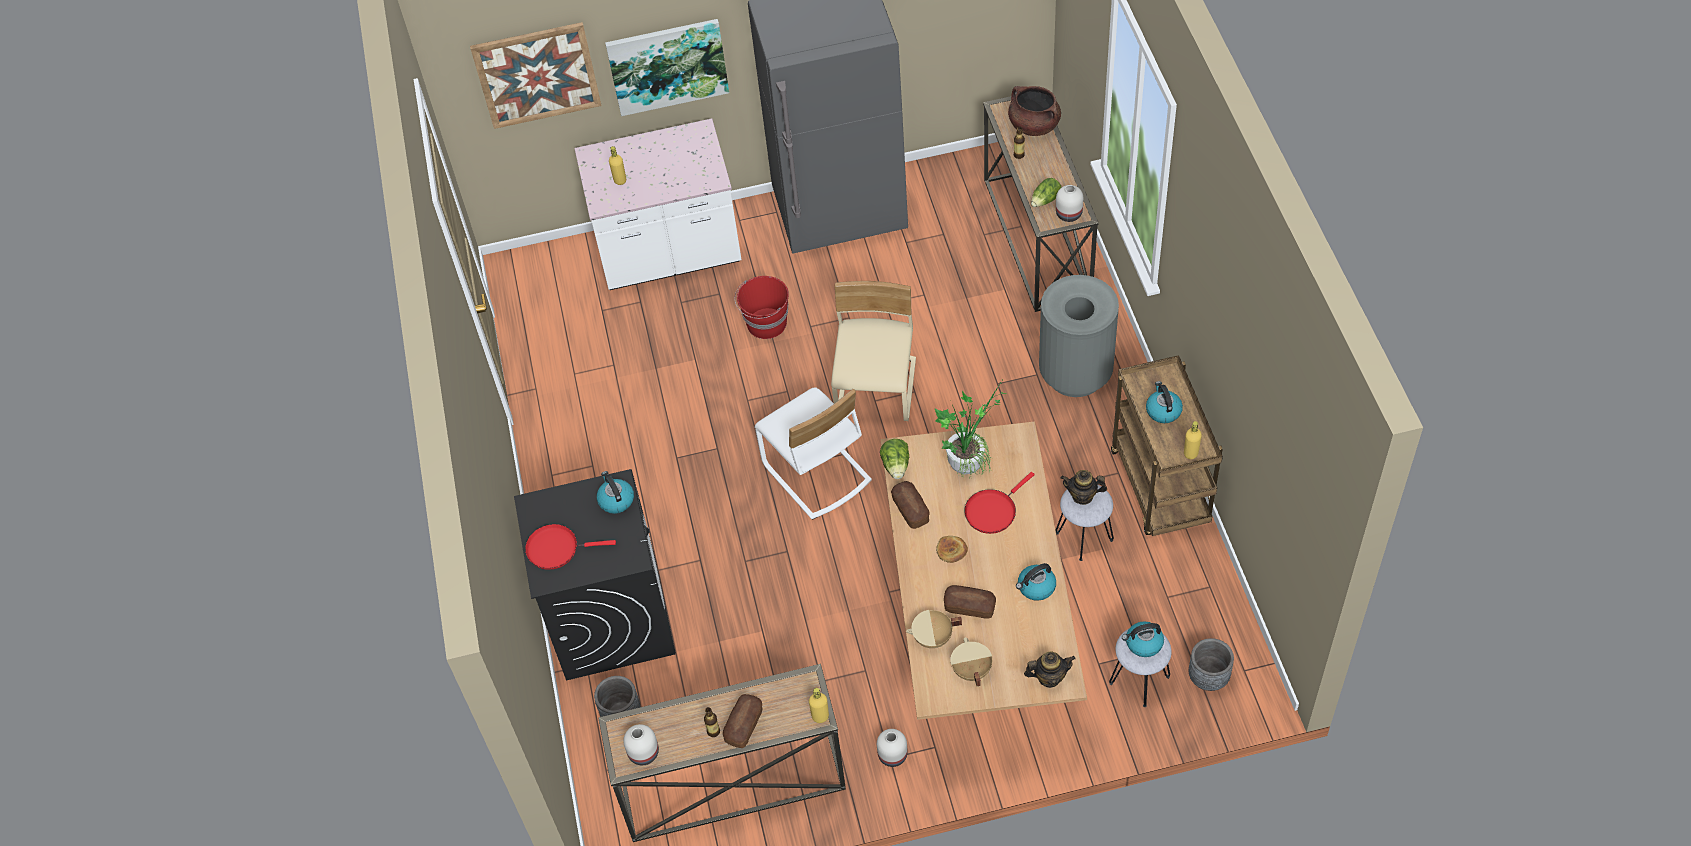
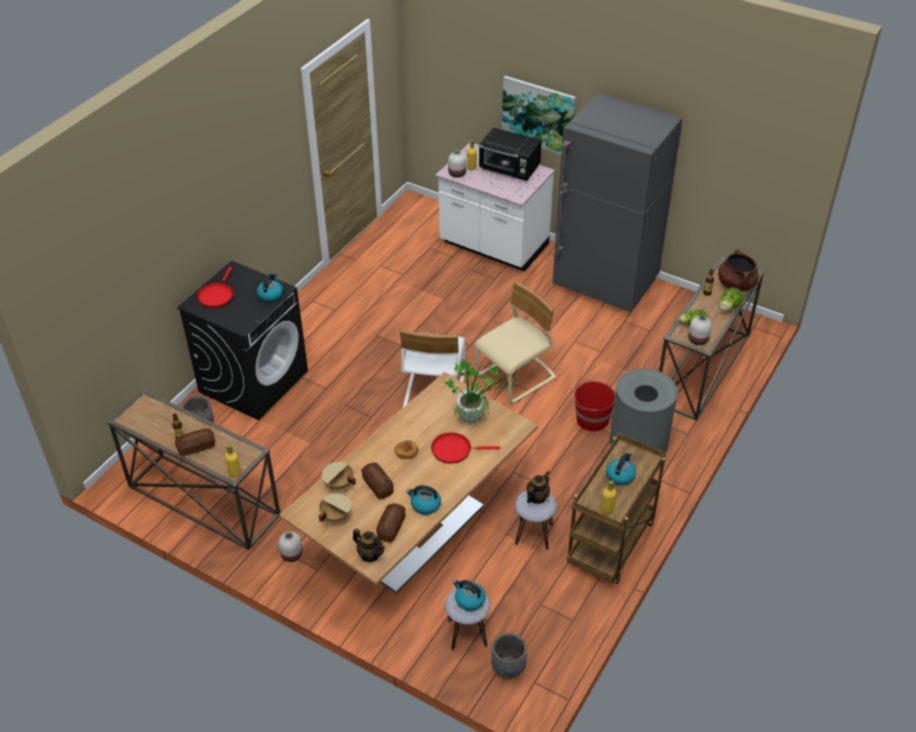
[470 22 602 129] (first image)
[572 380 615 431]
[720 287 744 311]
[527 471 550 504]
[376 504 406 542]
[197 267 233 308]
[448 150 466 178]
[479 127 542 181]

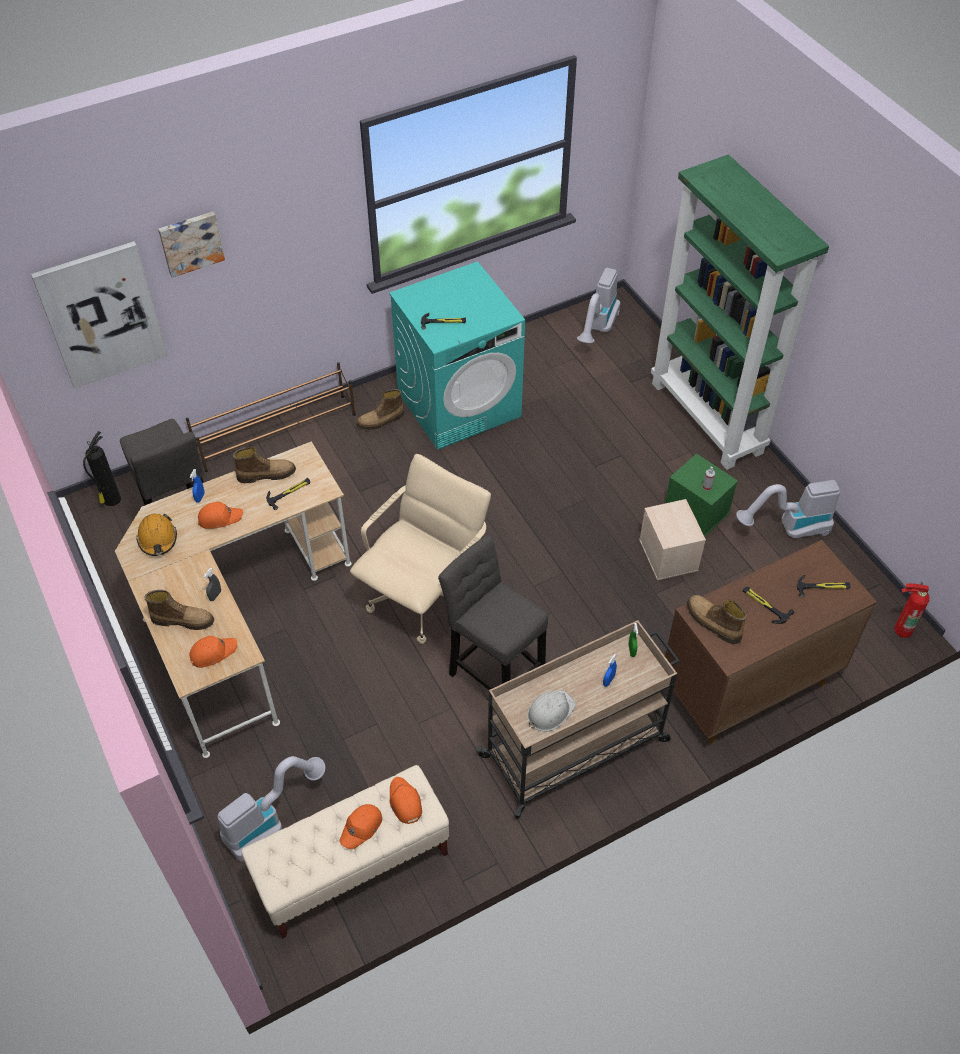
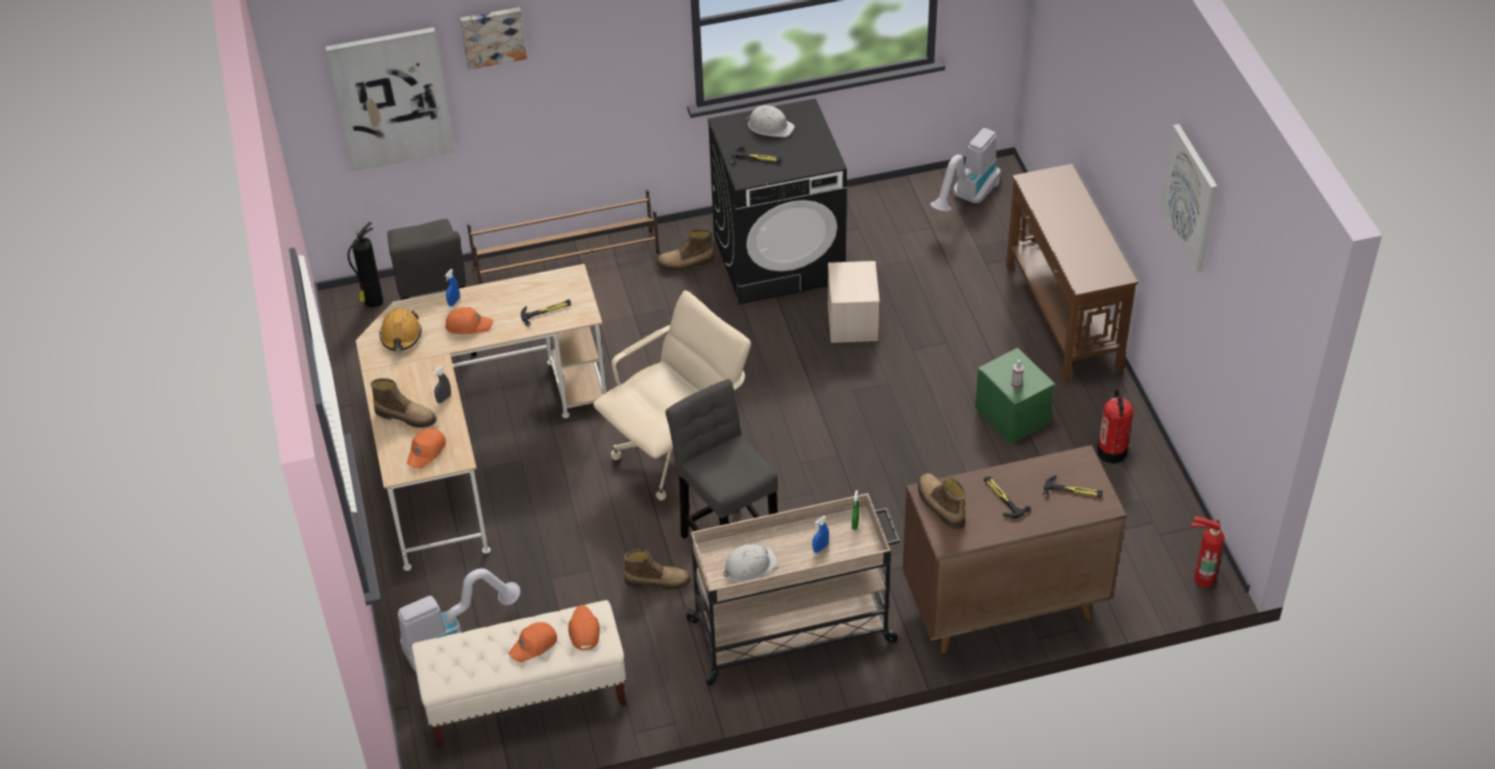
[1006 164 1138 383]
[707 98 847 304]
[624 549 691 590]
[1097 388 1133 464]
[828 261 880 343]
[407 428 446 469]
[746 105 795 137]
[1160 124 1218 272]

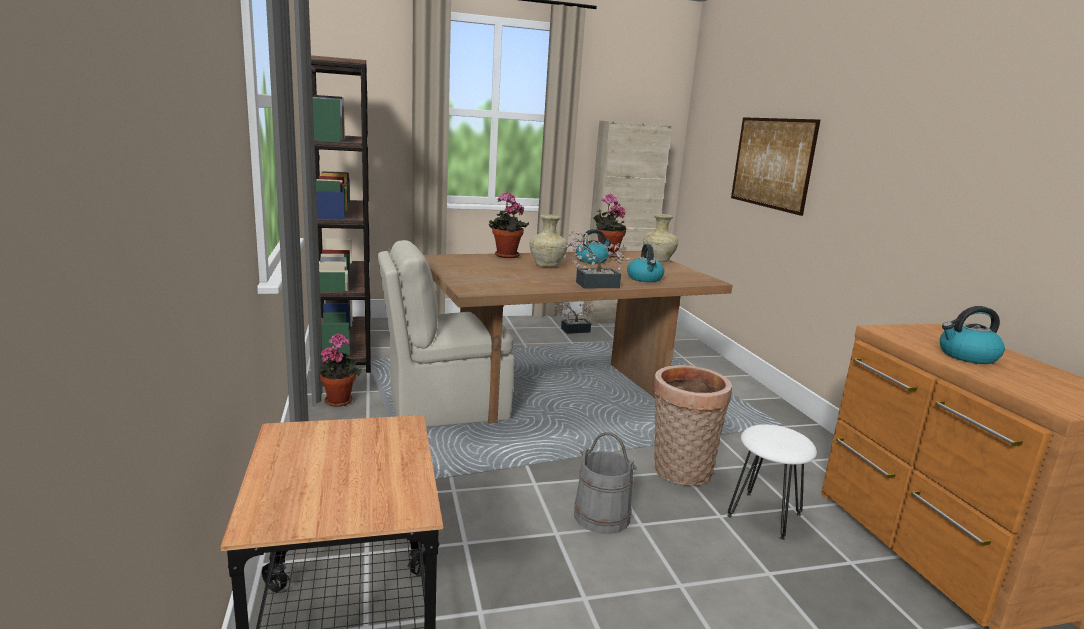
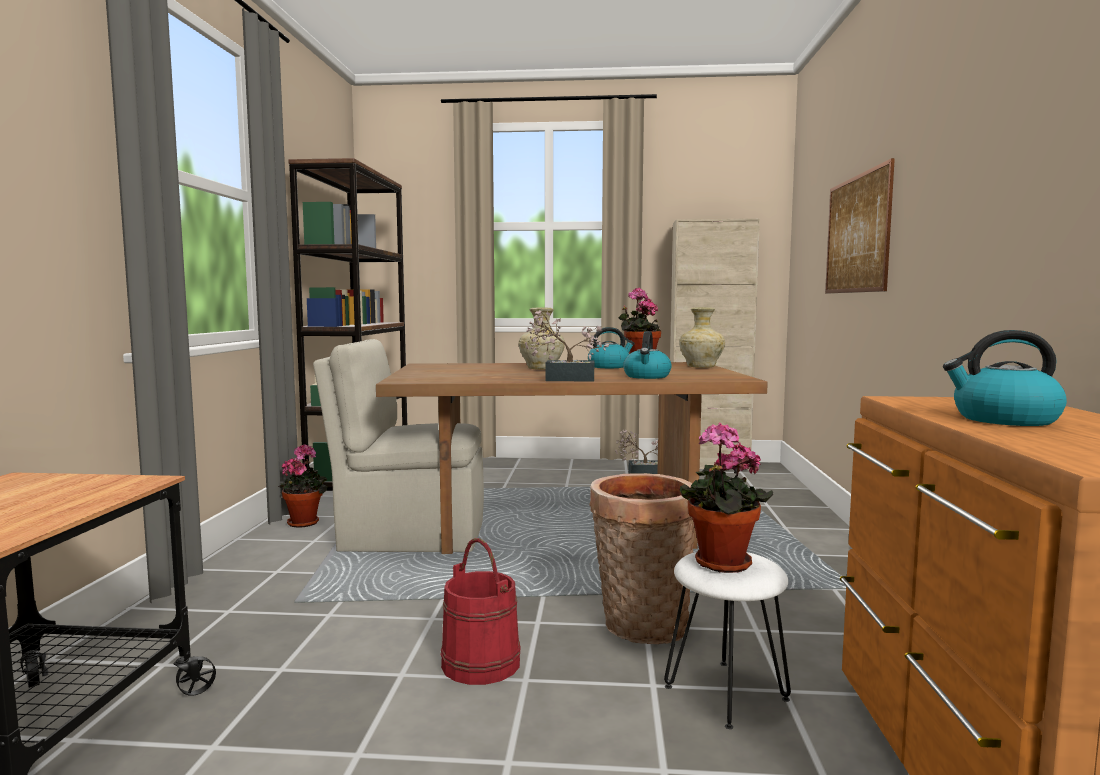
[680 422 773 573]
[440 538 520 685]

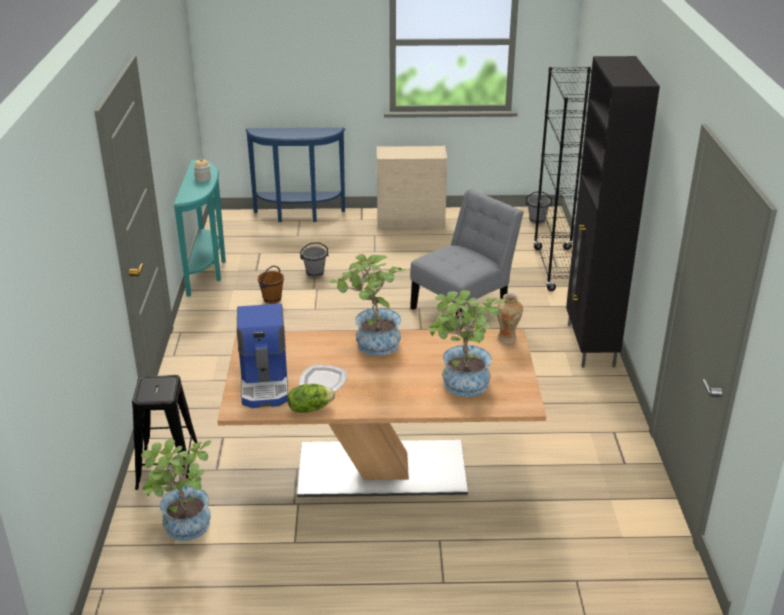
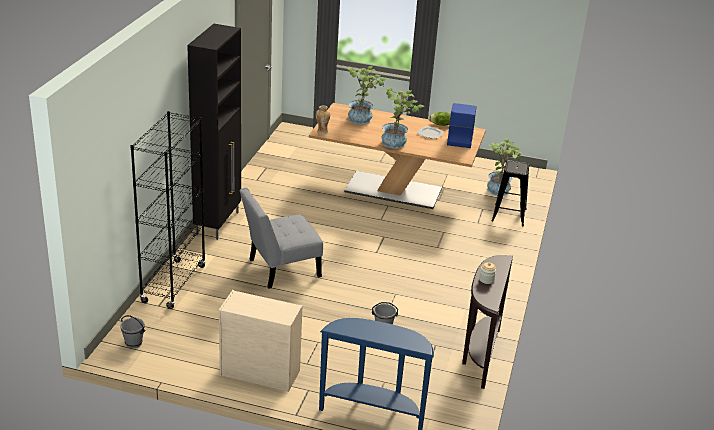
[462 255 513 389]
[258 266 284 304] (first image)

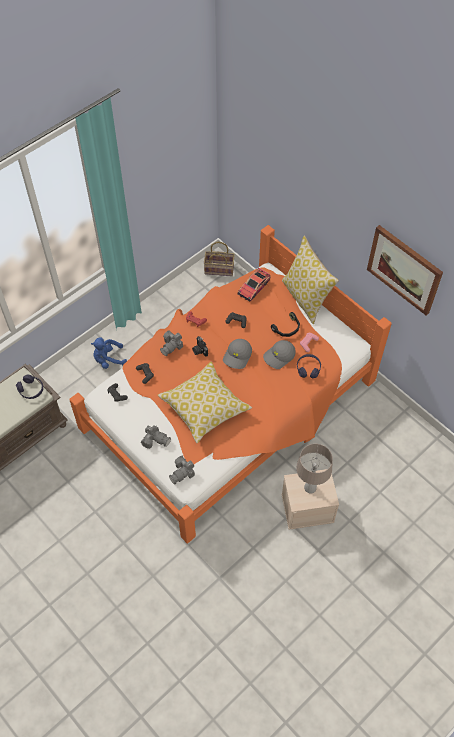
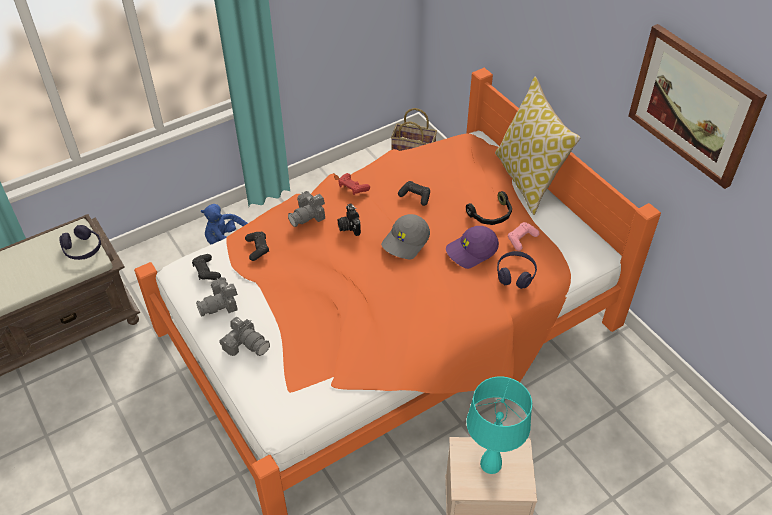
[237 268 270 302] (first image)
[446 226 499 269]
[157 362 252 444] (first image)
[466 376 532 474]
[196 277 238 317]

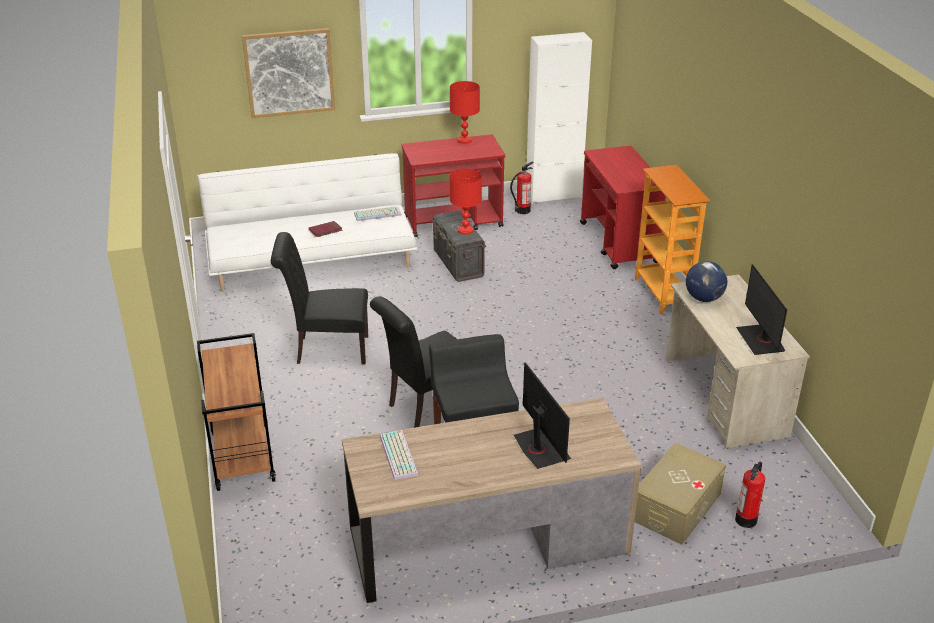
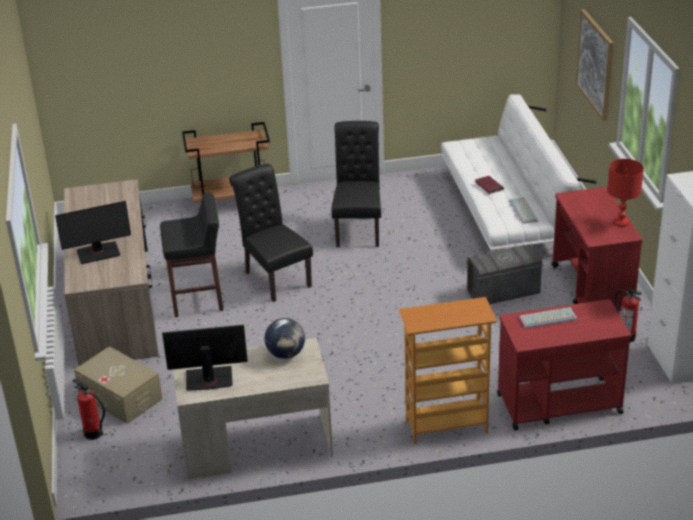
[450 169 482 235] (first image)
[519 307 577 329]

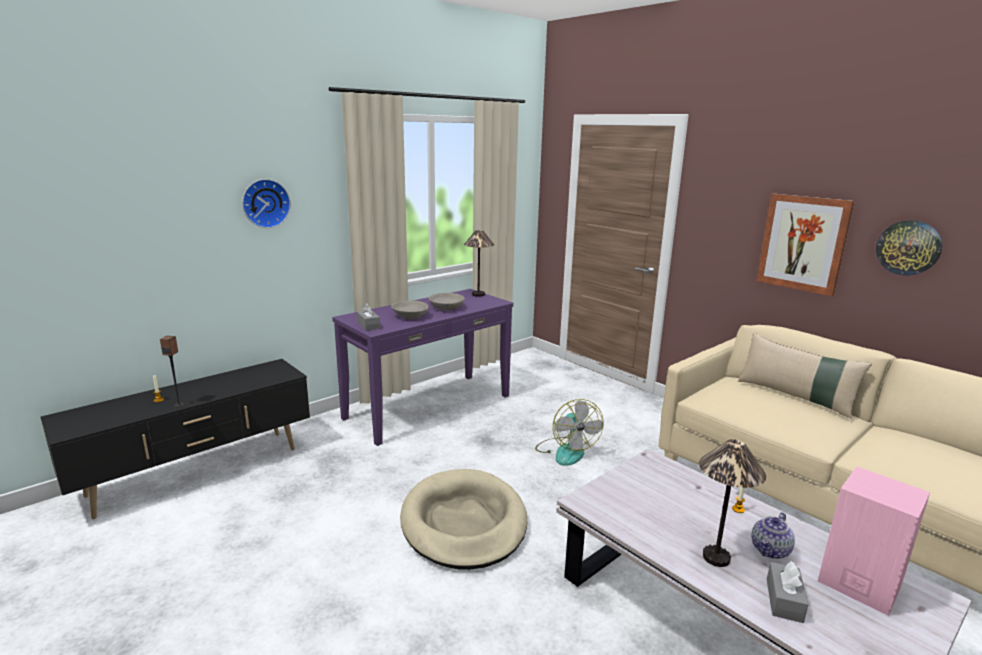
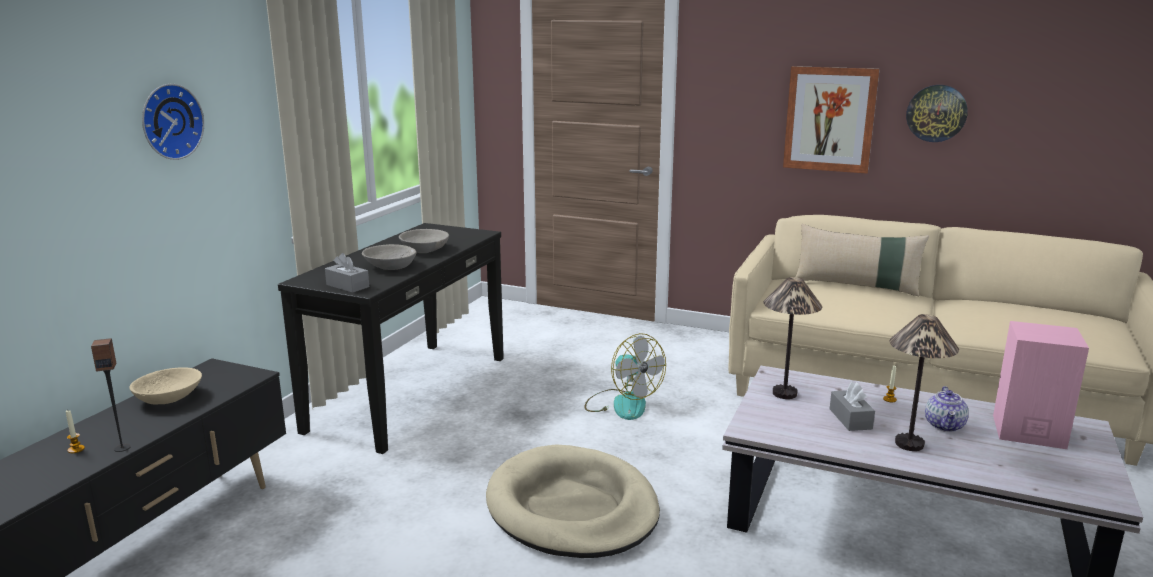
[763 277 822 399]
[278 223 504 454]
[830 382 875 431]
[129 367 202 404]

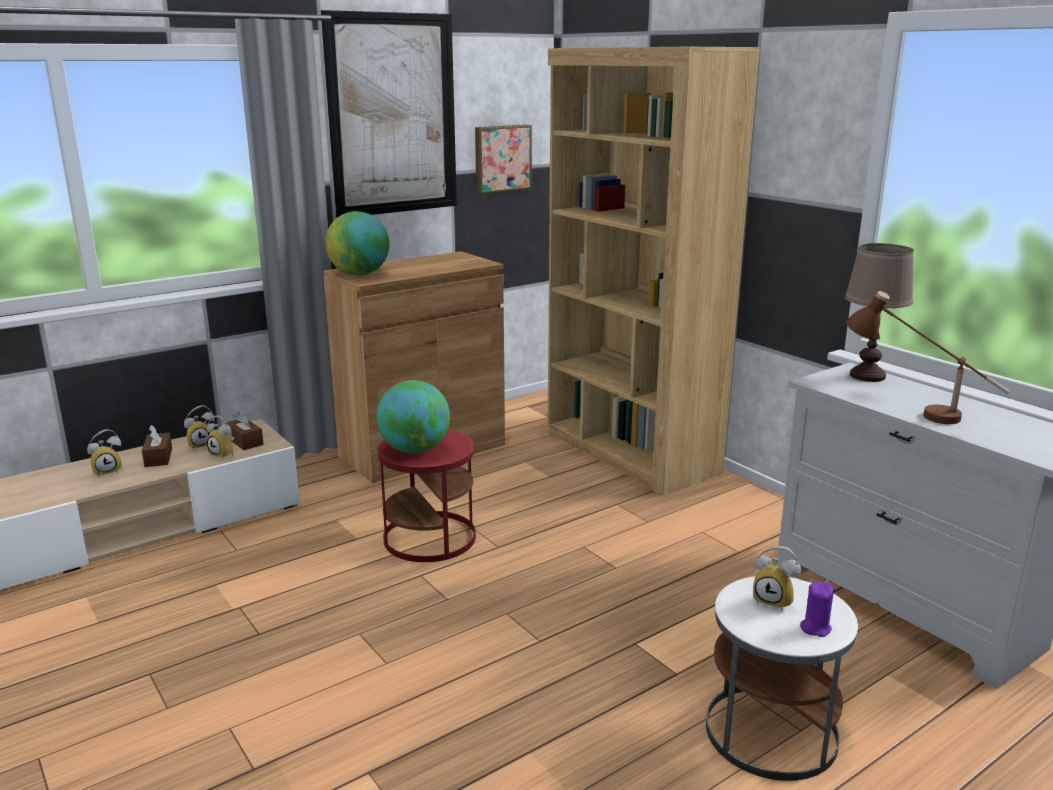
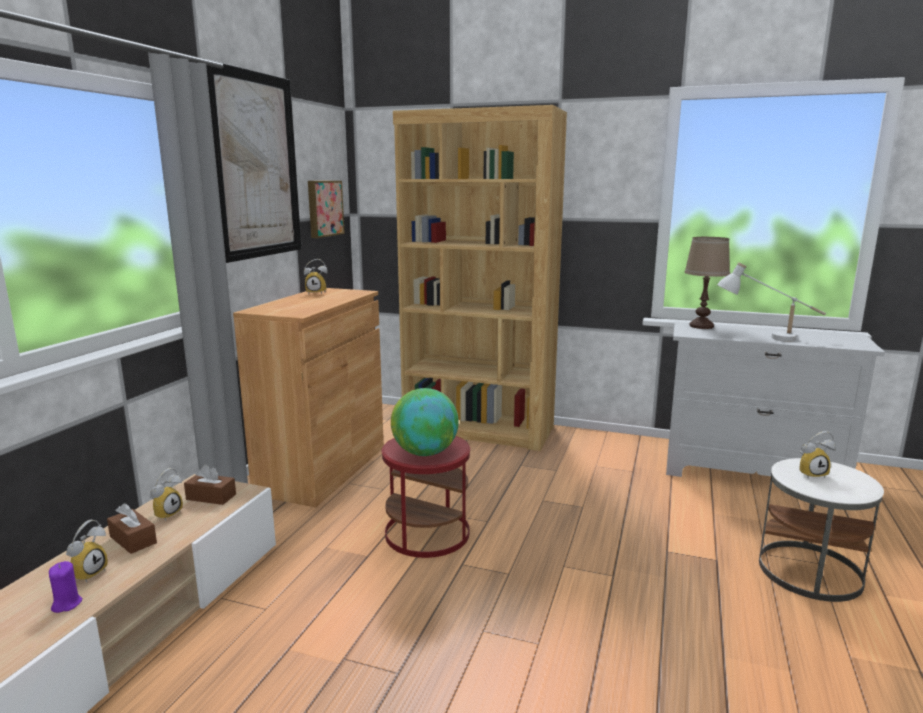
[325 211 389 275] (first image)
[717 262 826 342]
[304 259 328 294]
[49 561 82 613]

